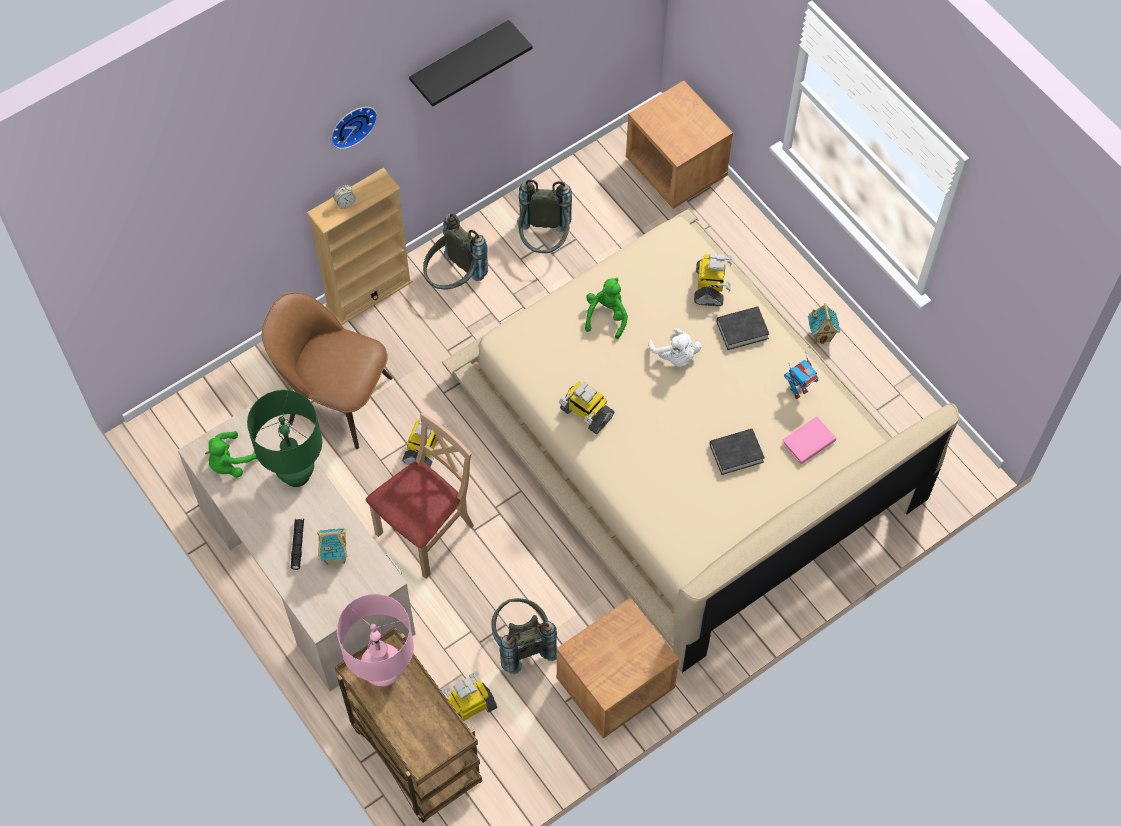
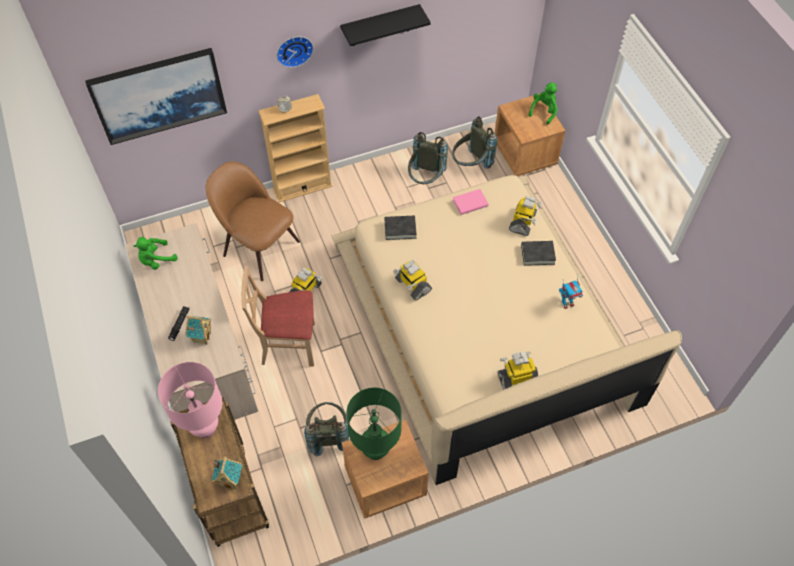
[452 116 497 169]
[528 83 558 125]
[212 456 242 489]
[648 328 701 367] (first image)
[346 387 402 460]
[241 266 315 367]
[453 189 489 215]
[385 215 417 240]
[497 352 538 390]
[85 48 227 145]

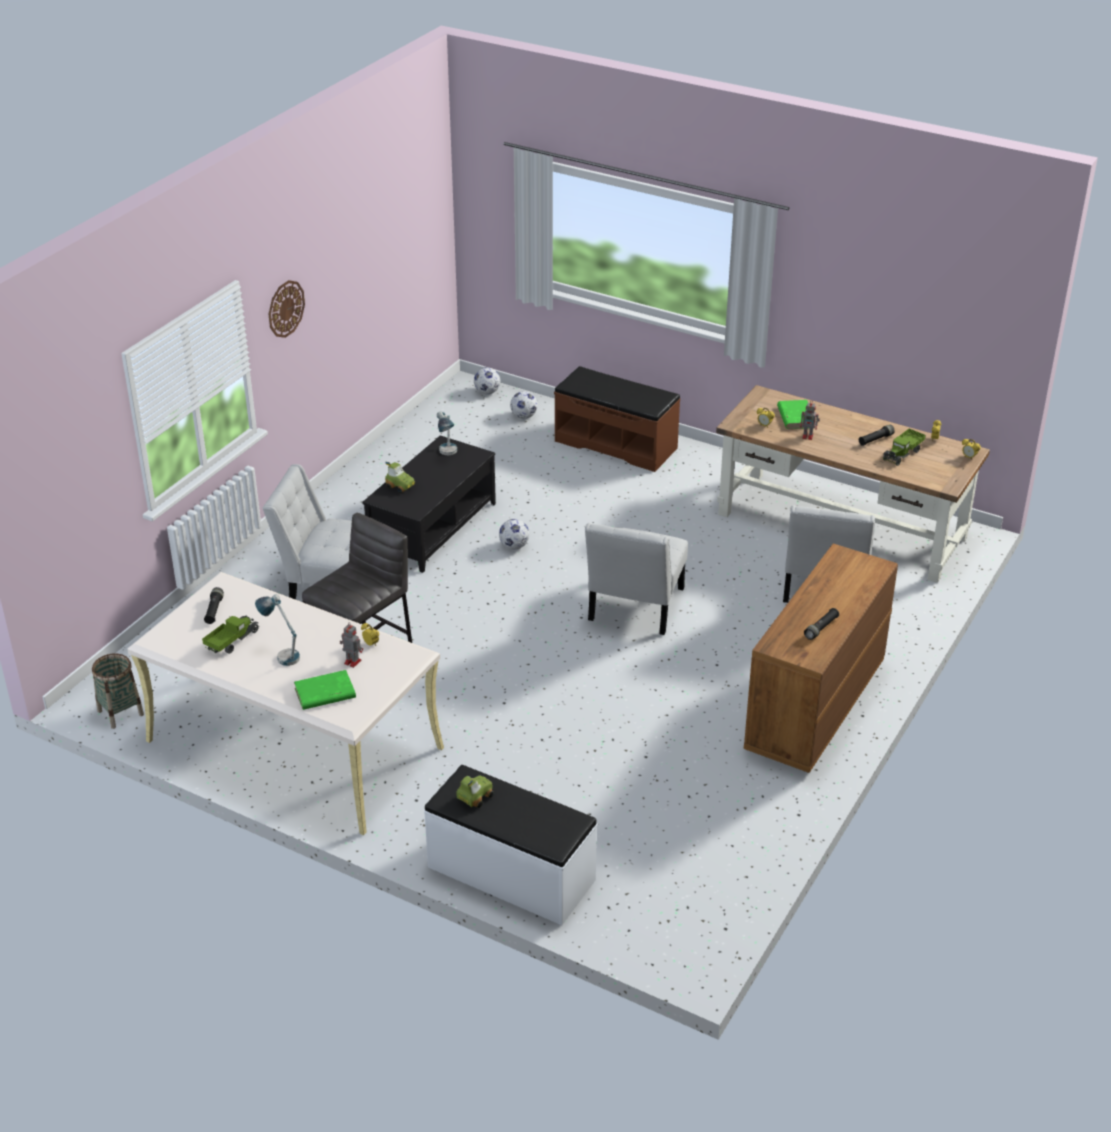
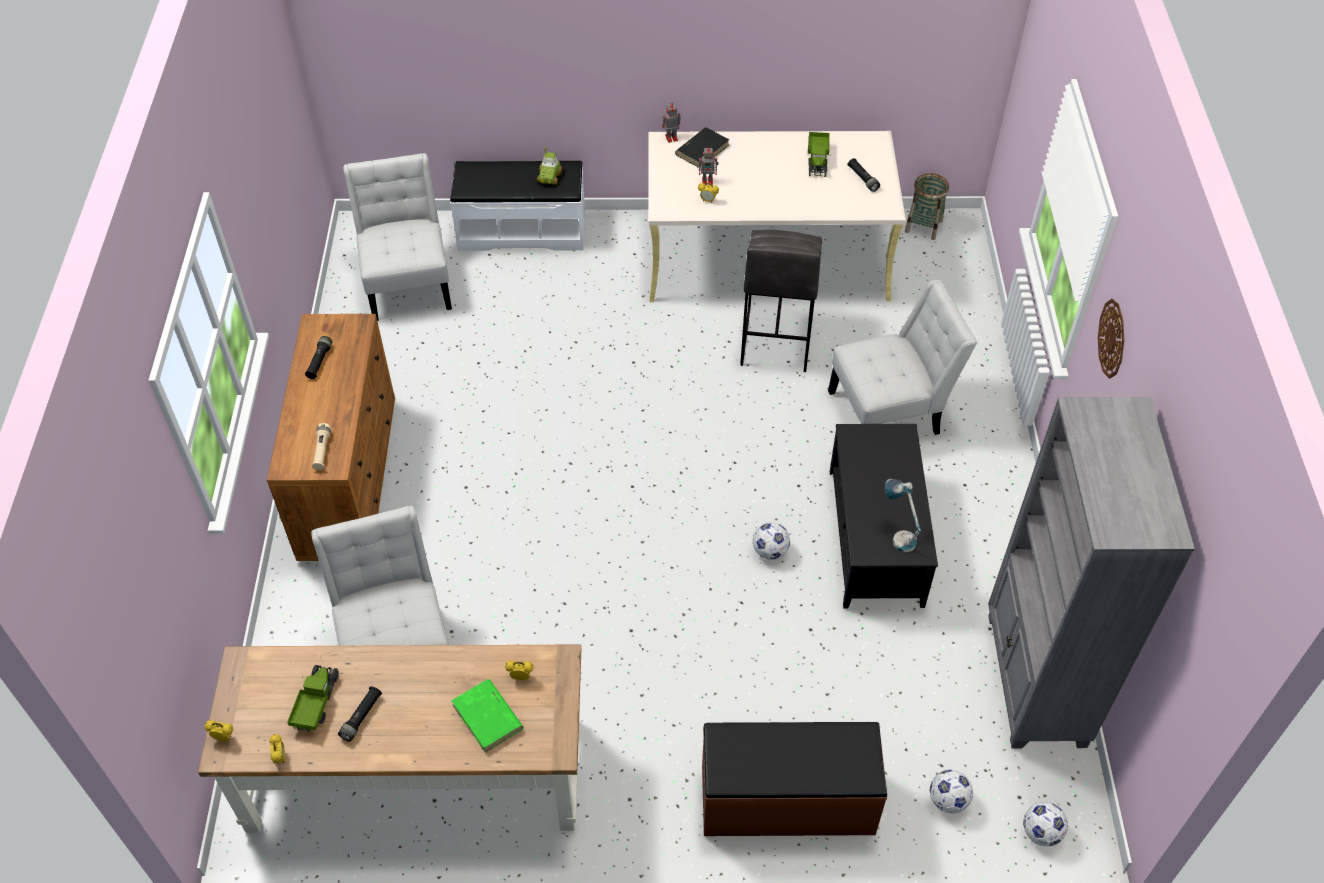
[662 102 681 143]
[385 462 415 493] (first image)
[343 153 452 321]
[255 594 300 666] (first image)
[675 127 729 168]
[988 397 1195 749]
[312 423 331 470]

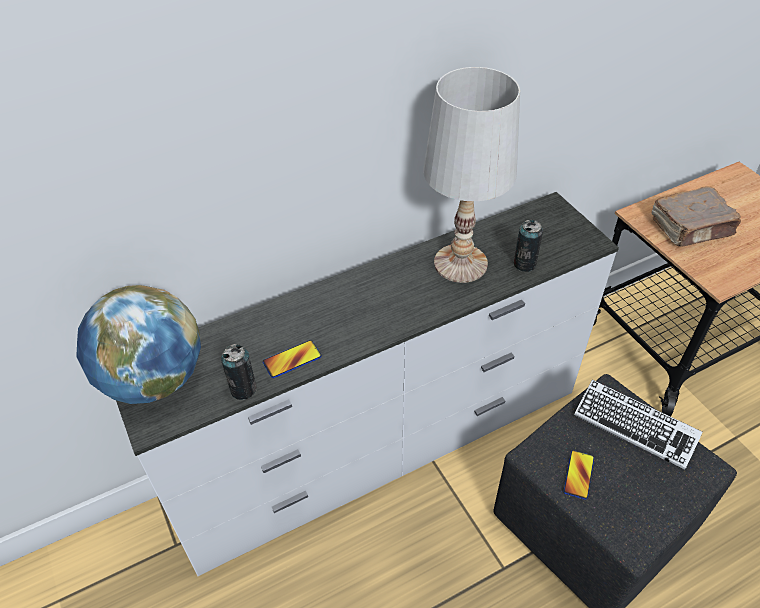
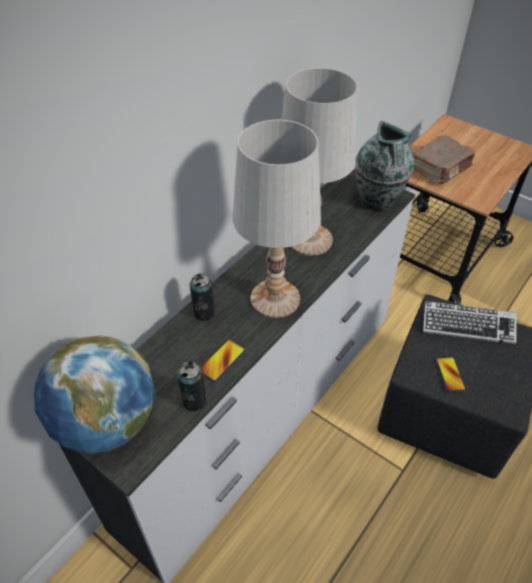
[190 274 215 321]
[233 120 321 318]
[355 121 414 210]

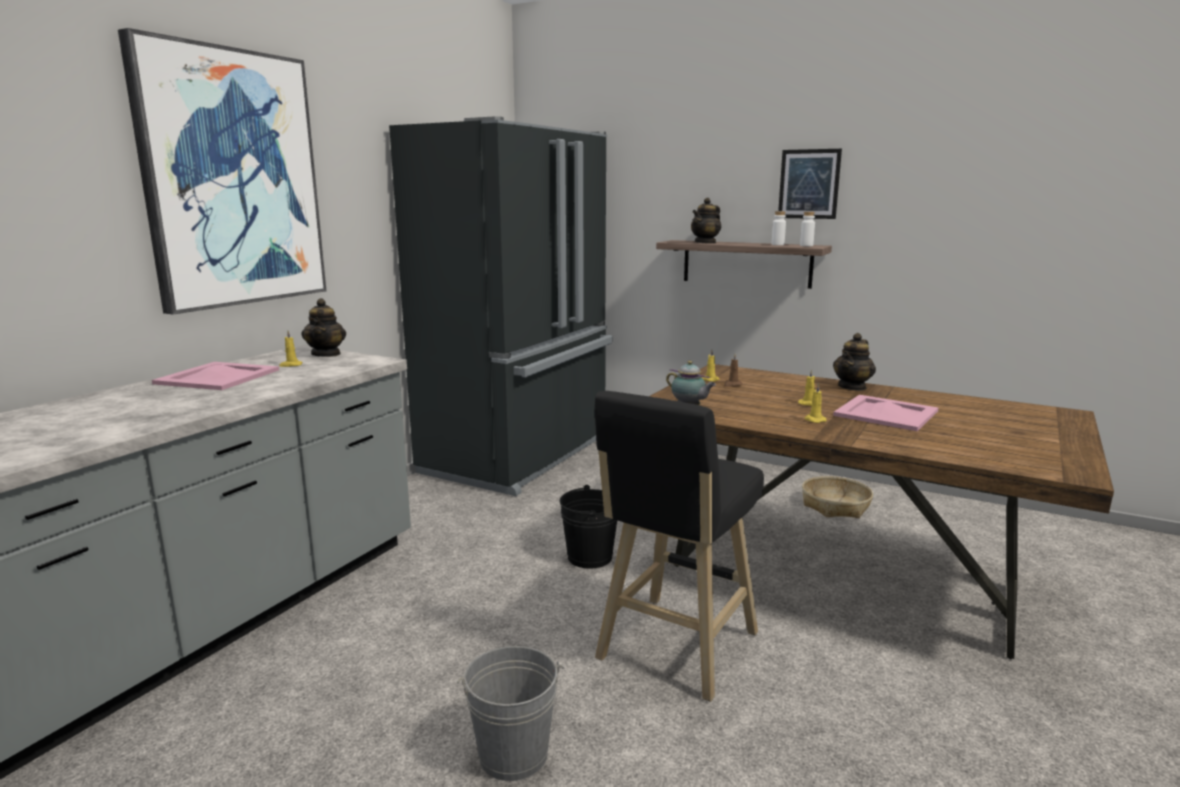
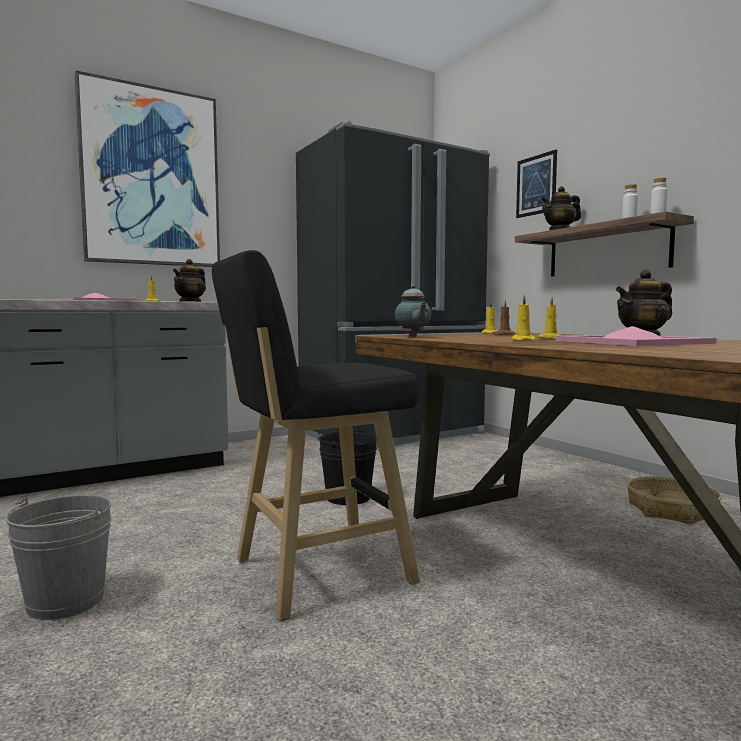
[516 149 557 218]

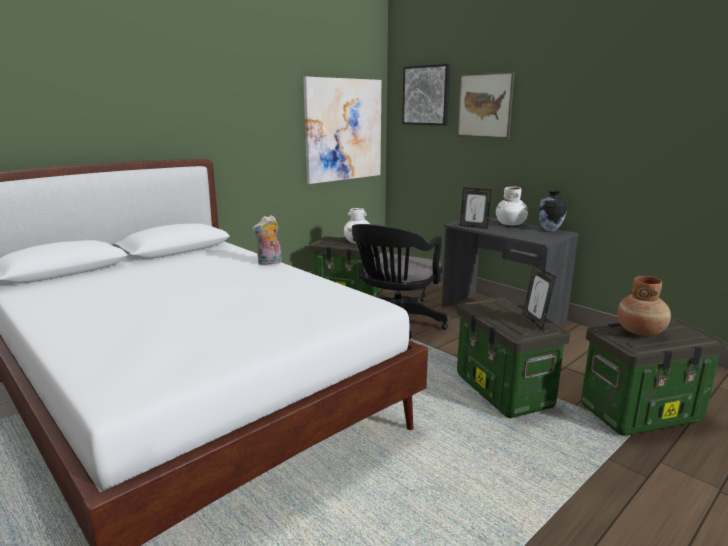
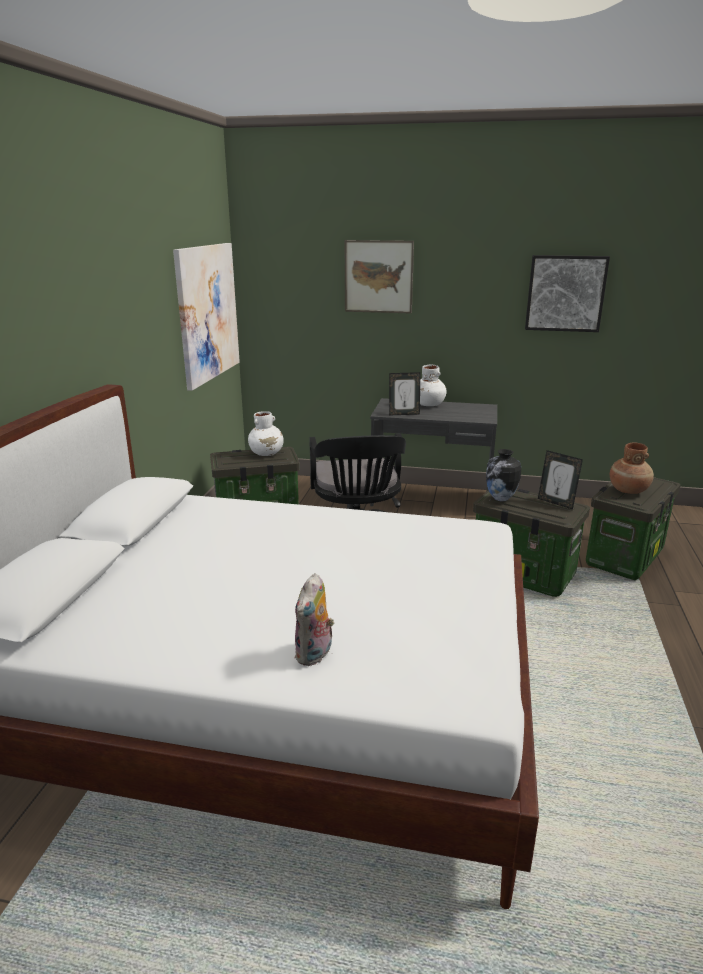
[525 255 610 332]
[486 449 521 501]
[294 573 334 666]

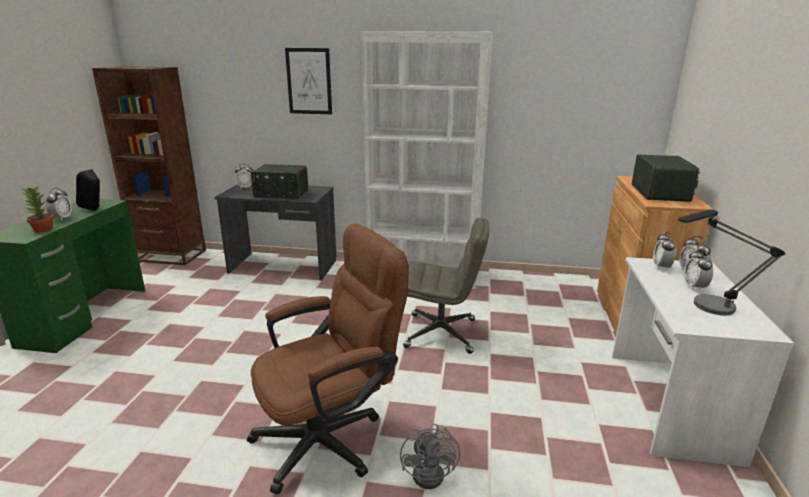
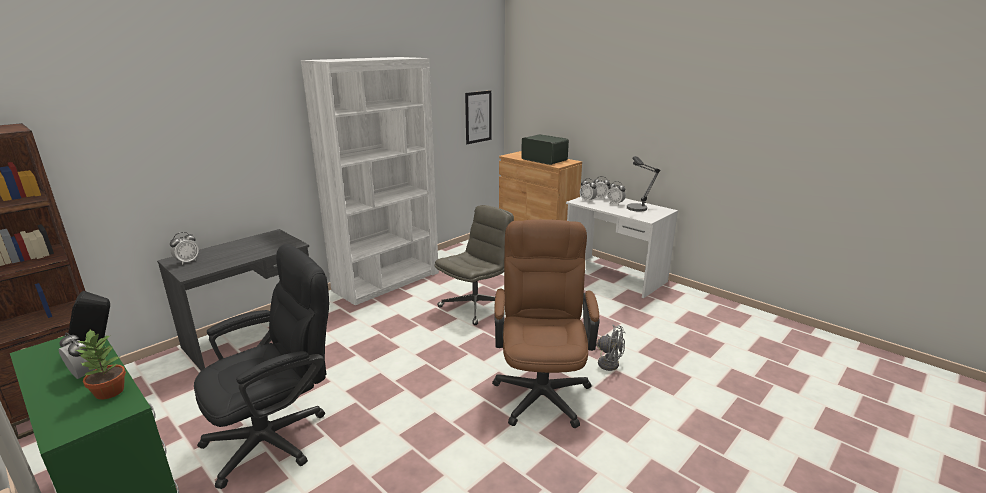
[465 90 491 144]
[251 164 308 199] (first image)
[194 244 329 489]

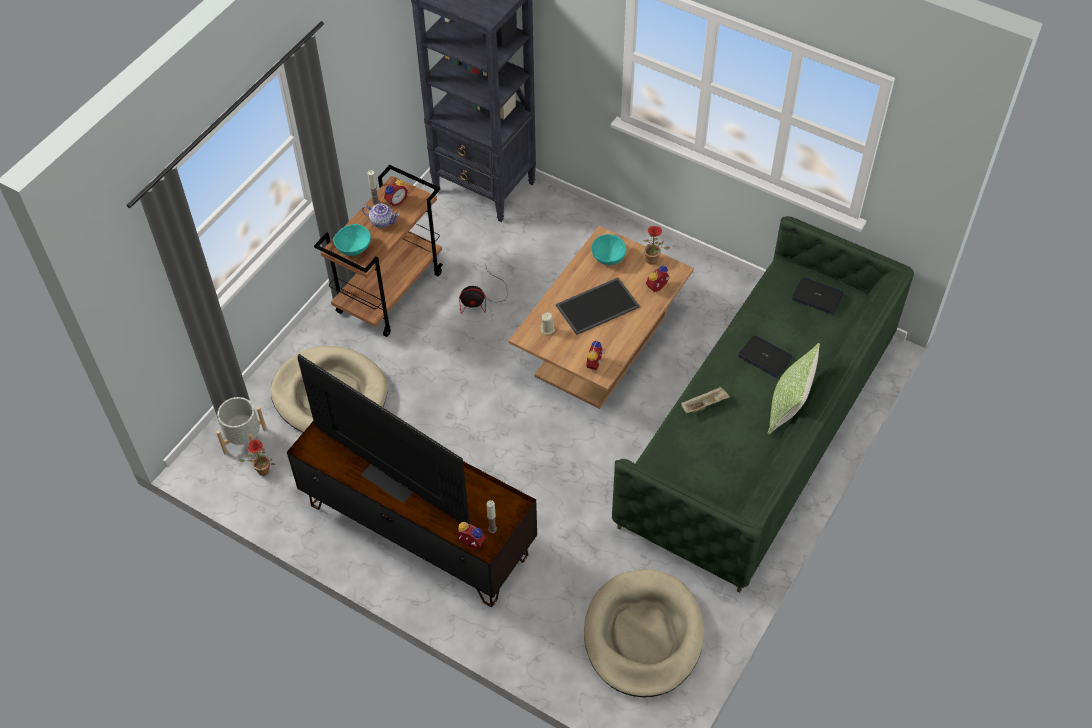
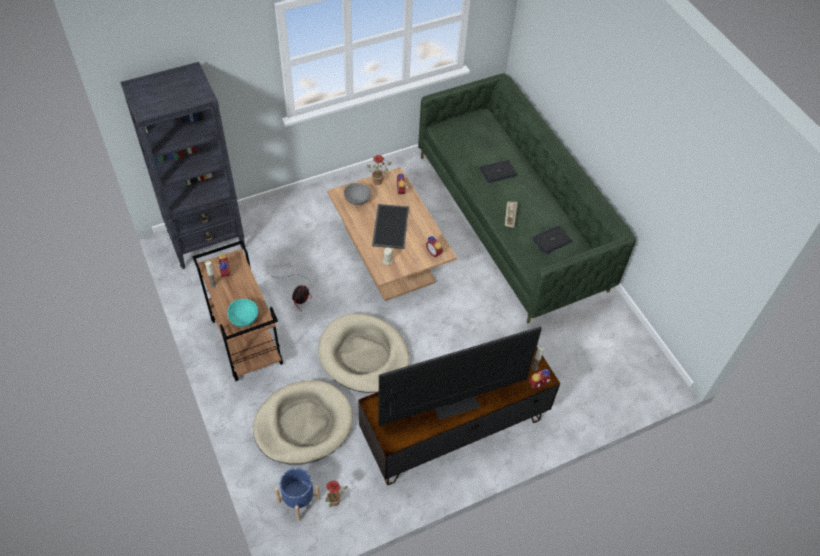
[362 204 399 228] (first image)
[344 183 371 205]
[532 226 572 254]
[768 343 820 434] (first image)
[275 467 320 521]
[318 313 409 393]

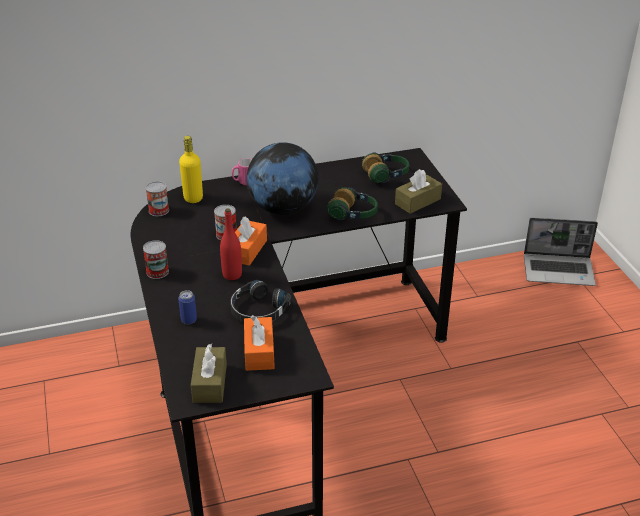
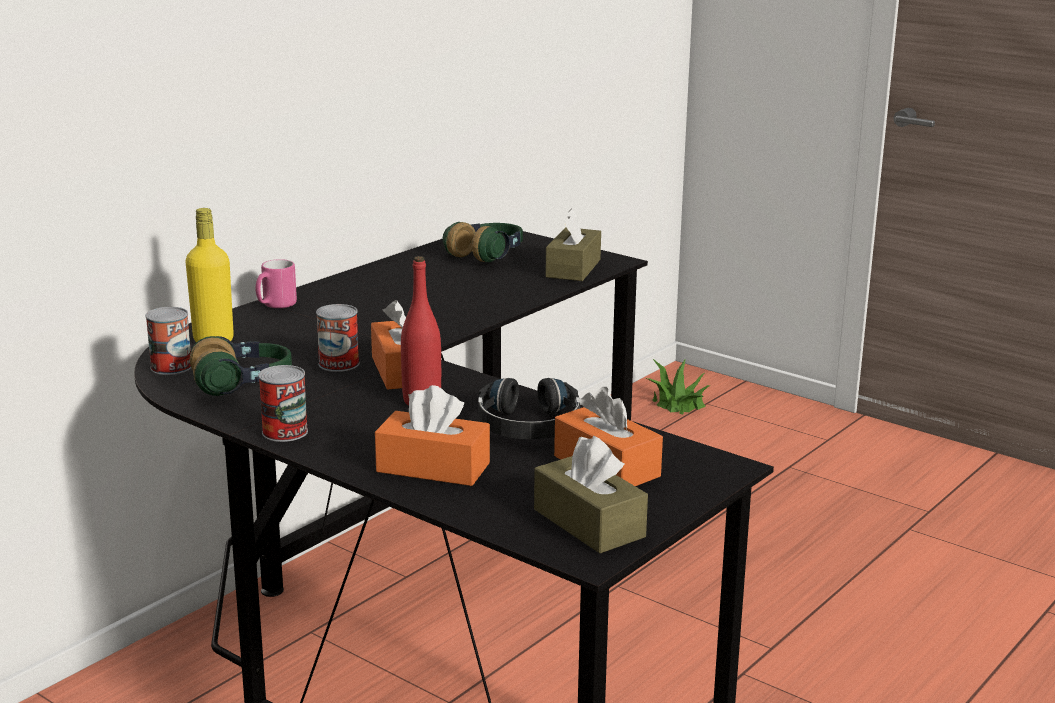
[247 142 319 215] (first image)
[190 336 292 396]
[646 358 711 414]
[375 385 490 486]

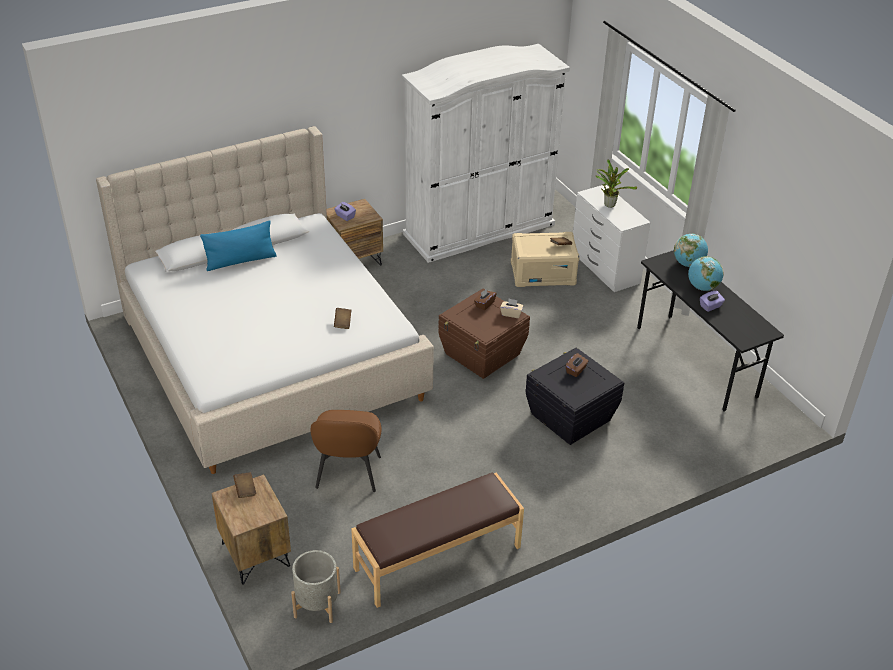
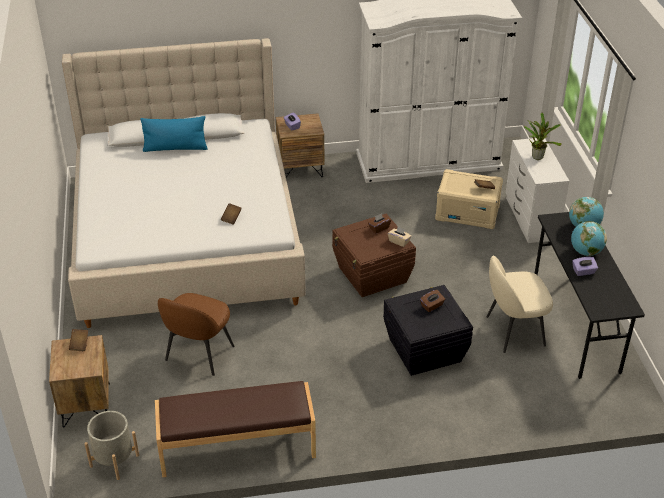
[486 255 553 353]

